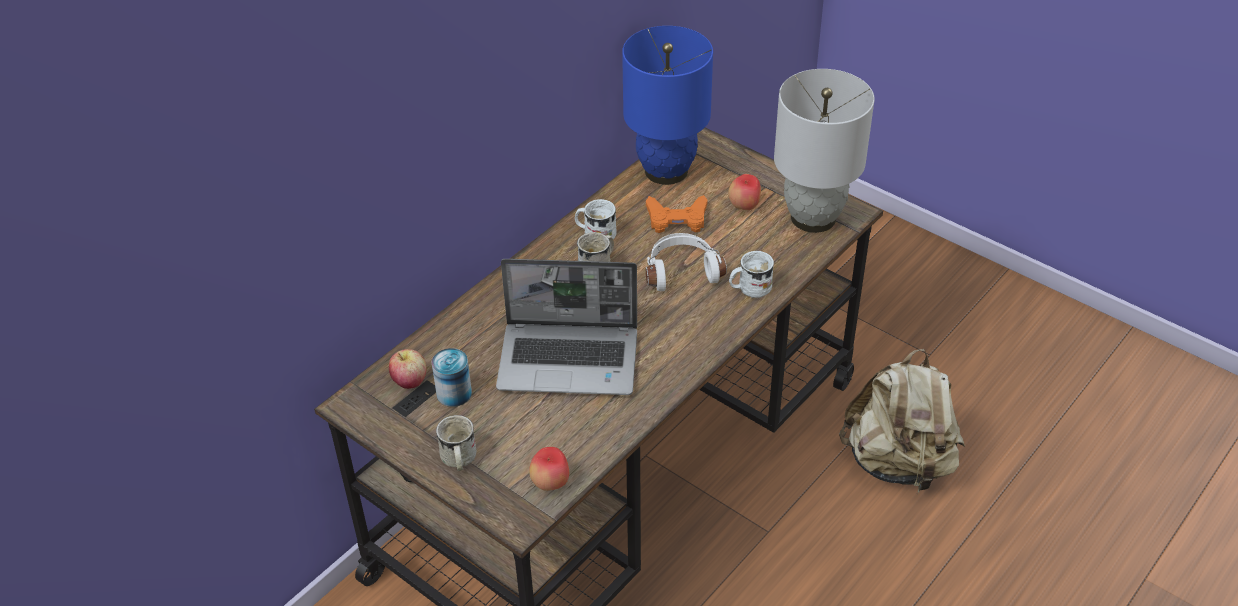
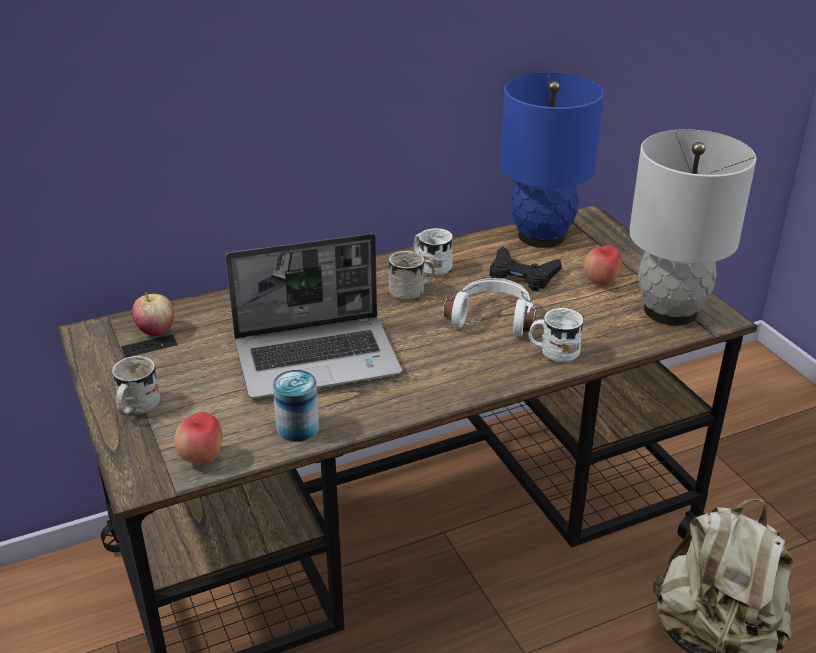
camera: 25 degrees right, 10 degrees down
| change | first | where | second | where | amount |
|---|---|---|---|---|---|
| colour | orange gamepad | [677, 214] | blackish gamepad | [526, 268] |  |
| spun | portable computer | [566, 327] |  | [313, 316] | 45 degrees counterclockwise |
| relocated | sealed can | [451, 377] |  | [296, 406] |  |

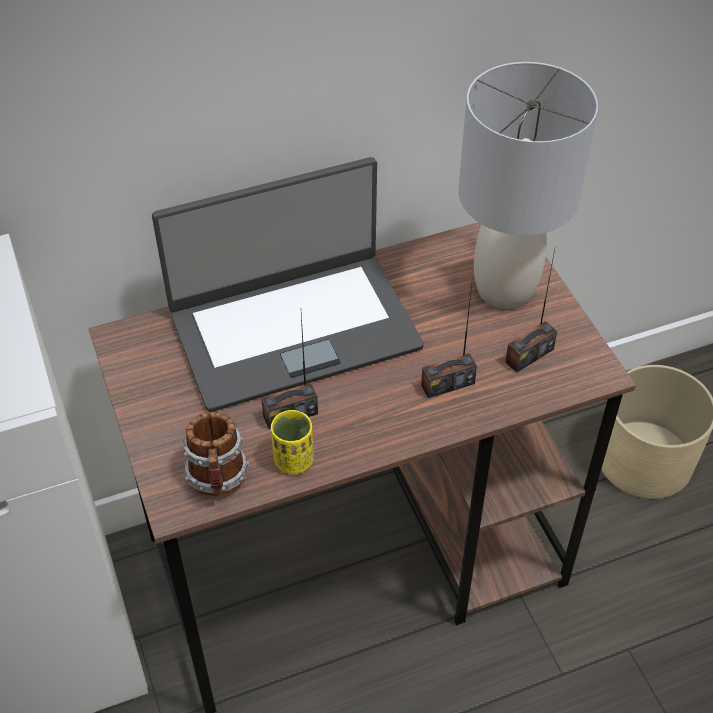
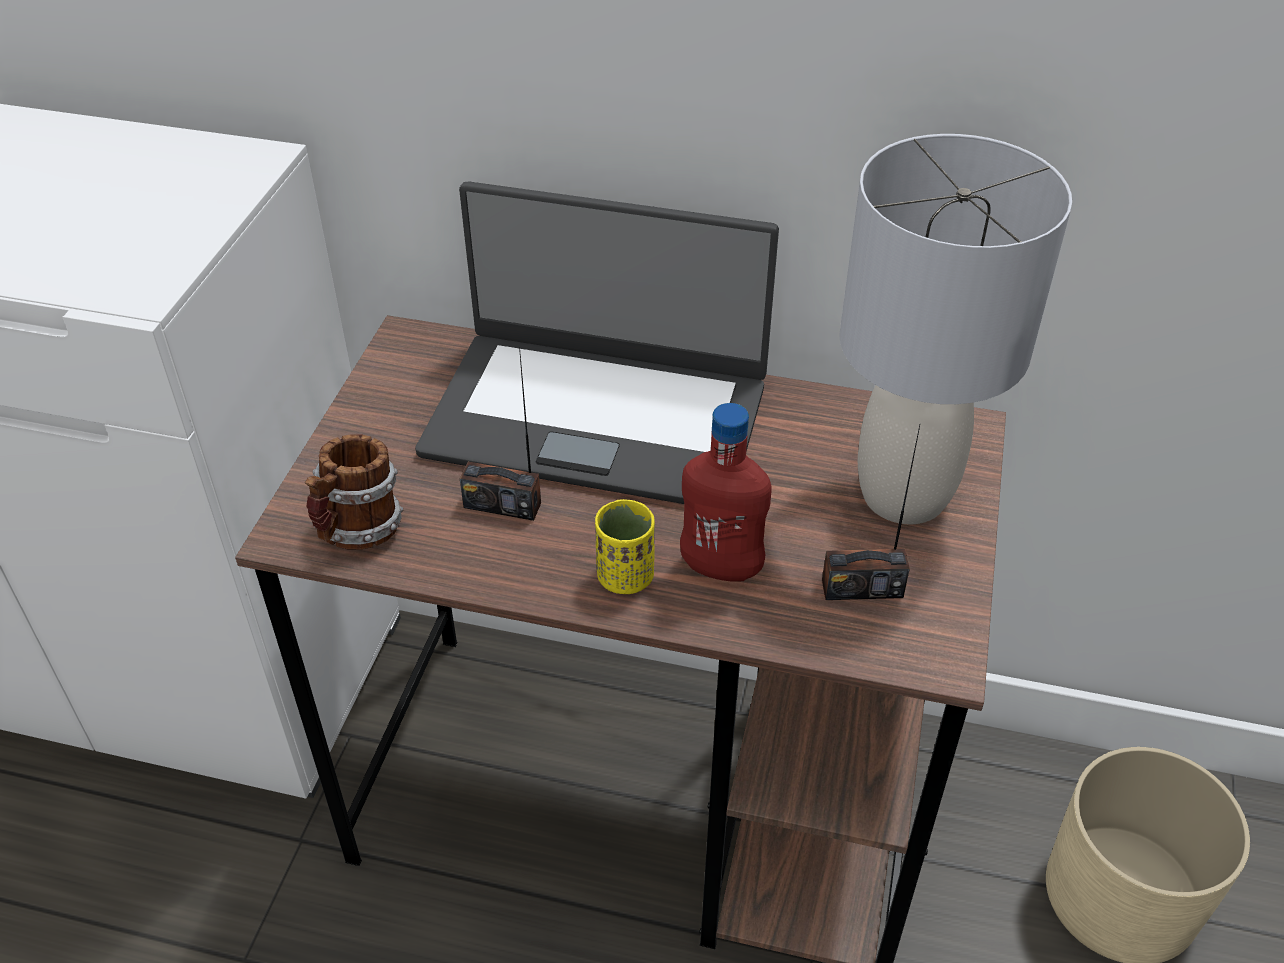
camera: 35 degrees right, 5 degrees down
| change | first | where | second | where | amount |
|---|---|---|---|---|---|
| exchanged | radio set | [449, 338] | reddish bottle | [726, 492] |  |
| relocated | yellow-coloured drinking cup | [292, 442] |  | [625, 546] |  |

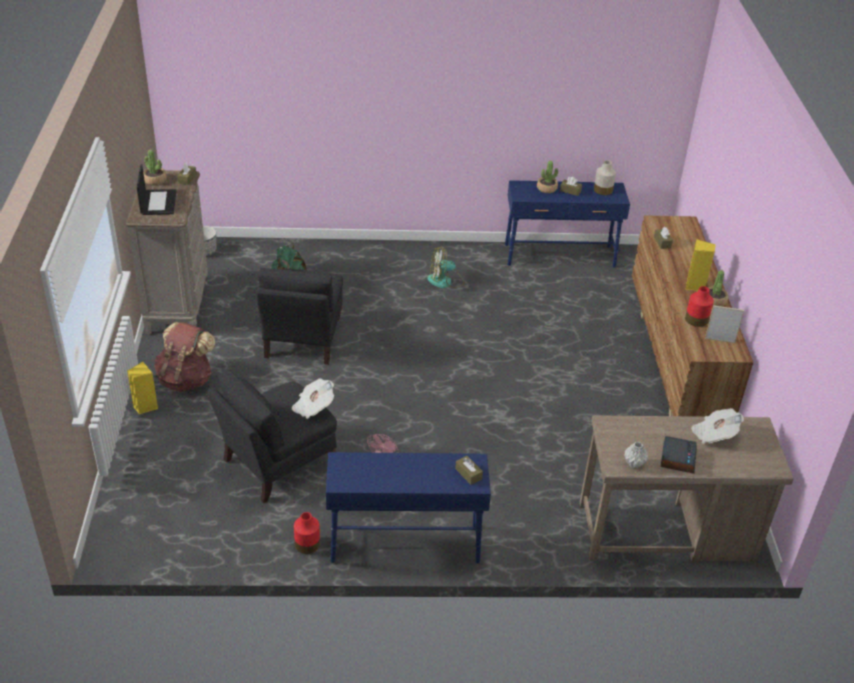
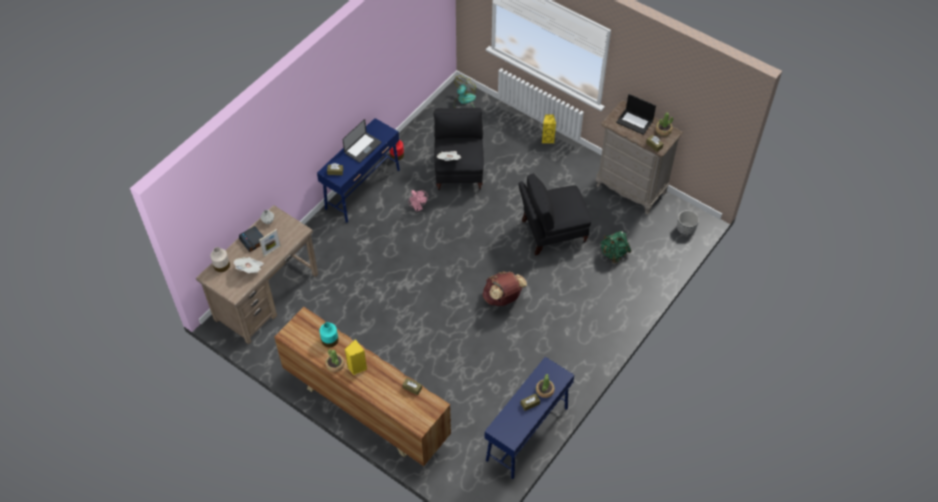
camera: 130 degrees right, 15 degrees up
| change | first | where | second | where | amount |
|---|---|---|---|---|---|
| relocated | beige decorative vase | [605, 177] |  | [220, 259] |  |
| relocated | electric fan | [446, 267] |  | [465, 91] |  |
| spun | blackish easy chair | [299, 316] |  | [555, 214] | 60 degrees counterclockwise |
| colour | reddish decorative vase | [699, 306] | turquoise decorative vase | [329, 334] |  |
| relocated | picture frame | [724, 324] |  | [270, 243] |  |
| relocated | brown-coloured knapsack | [184, 357] |  | [504, 288] |  |
| appeared |  |  | portable computer | [362, 141] |  |

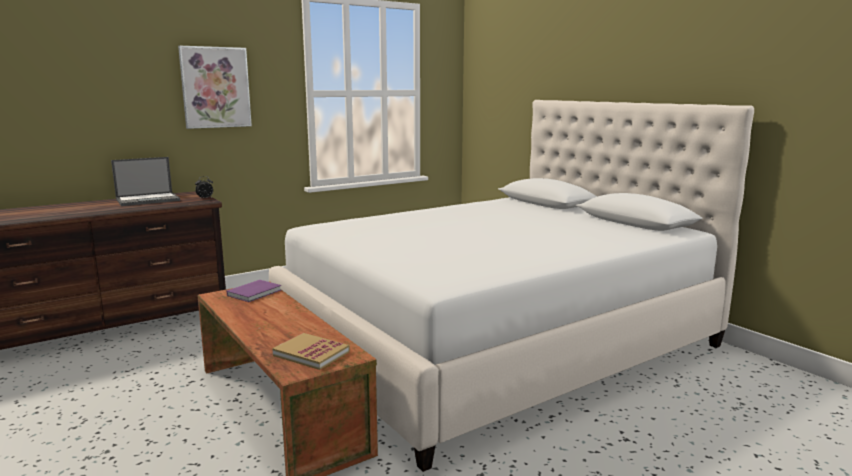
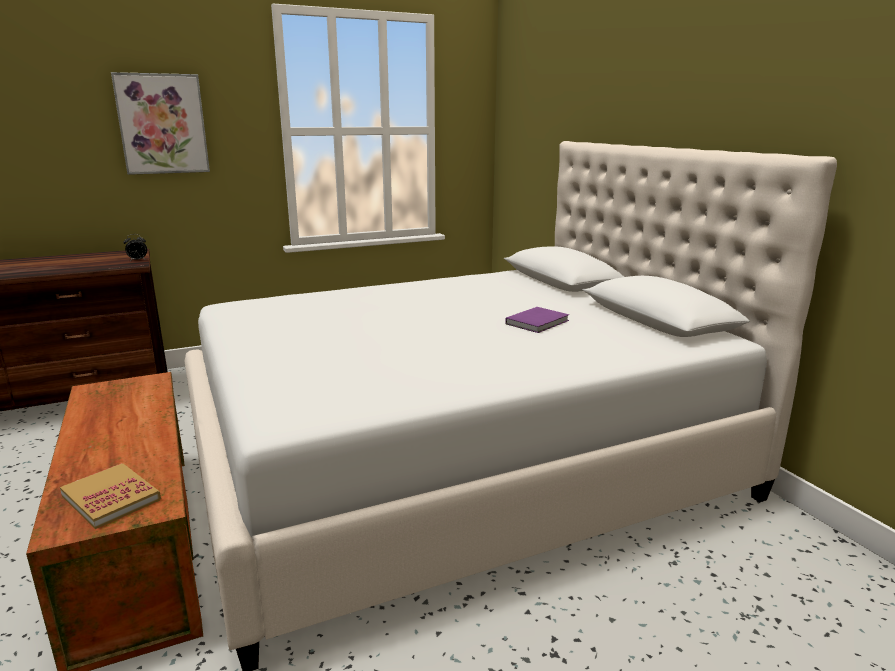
camera: 10 degrees right, 5 degrees up
| change | first | where | second | where | amount |
|---|---|---|---|---|---|
| missing | portable computer | [145, 181] |  |  |  |
| relocated | purple book | [254, 291] |  | [537, 320] |  |

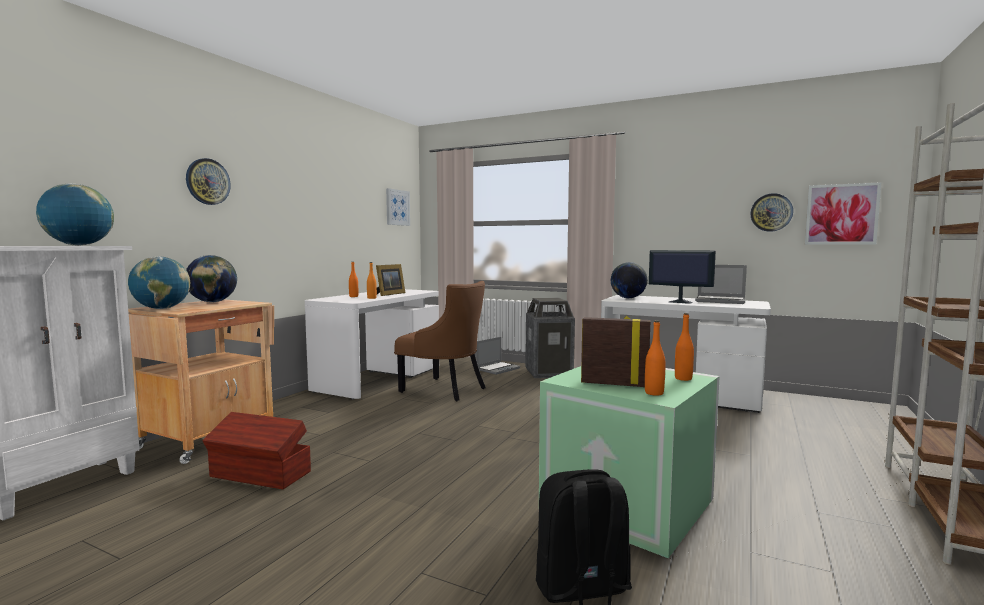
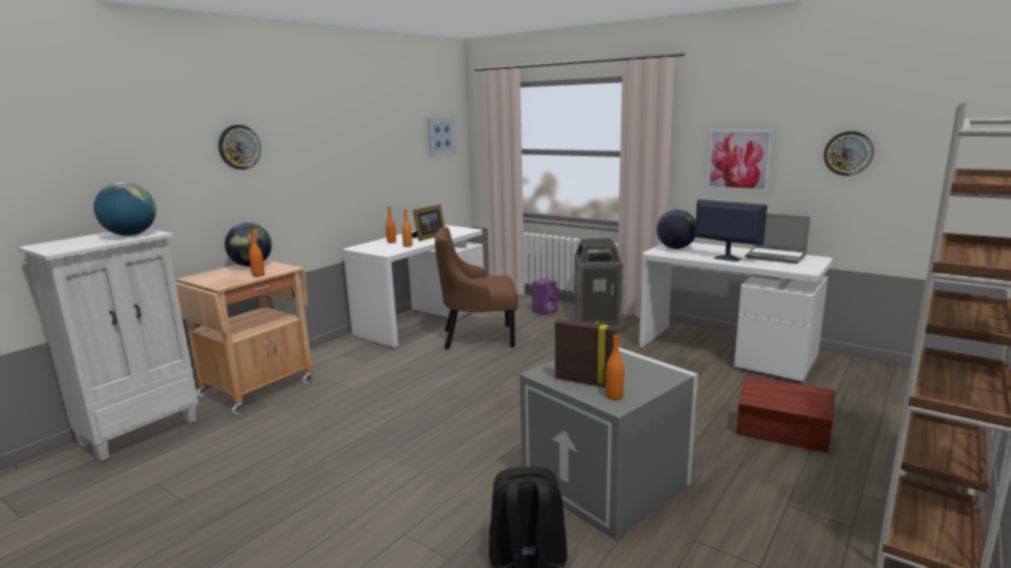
camera: 10 degrees right, 10 degrees up
| change | first | where | second | where | amount |
|---|---|---|---|---|---|
| relocated | wall art | [843, 213] |  | [739, 161] |  |
| missing | world globe | [159, 282] |  |  |  |
| spun | brown-coloured chair | [440, 341] |  | [476, 288] | 135 degrees clockwise |
| relocated | orange bottle | [684, 347] |  | [257, 253] |  |
| exchanged | portable computer | [498, 356] | purple audio speaker | [545, 296] |  |
| colour | green-coloured storage container | [629, 462] | greyish storage container | [609, 444] |  |
| relocated | brown-coloured storage container | [256, 450] |  | [786, 414] |  |

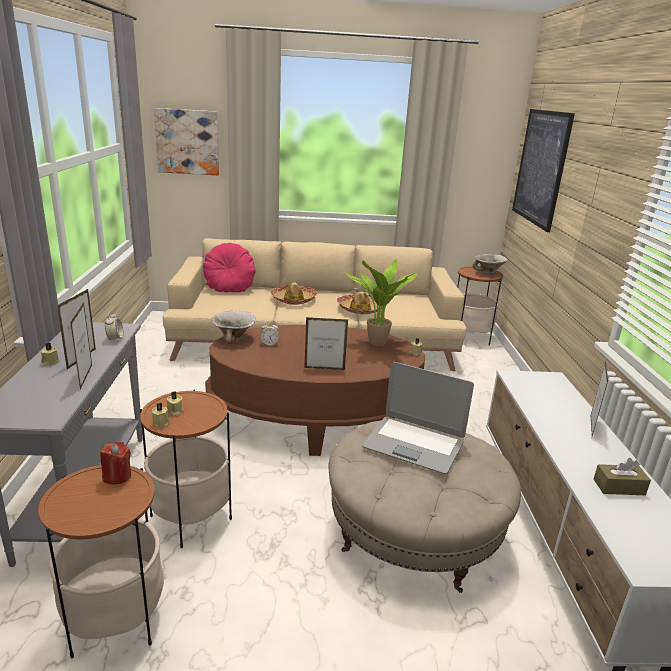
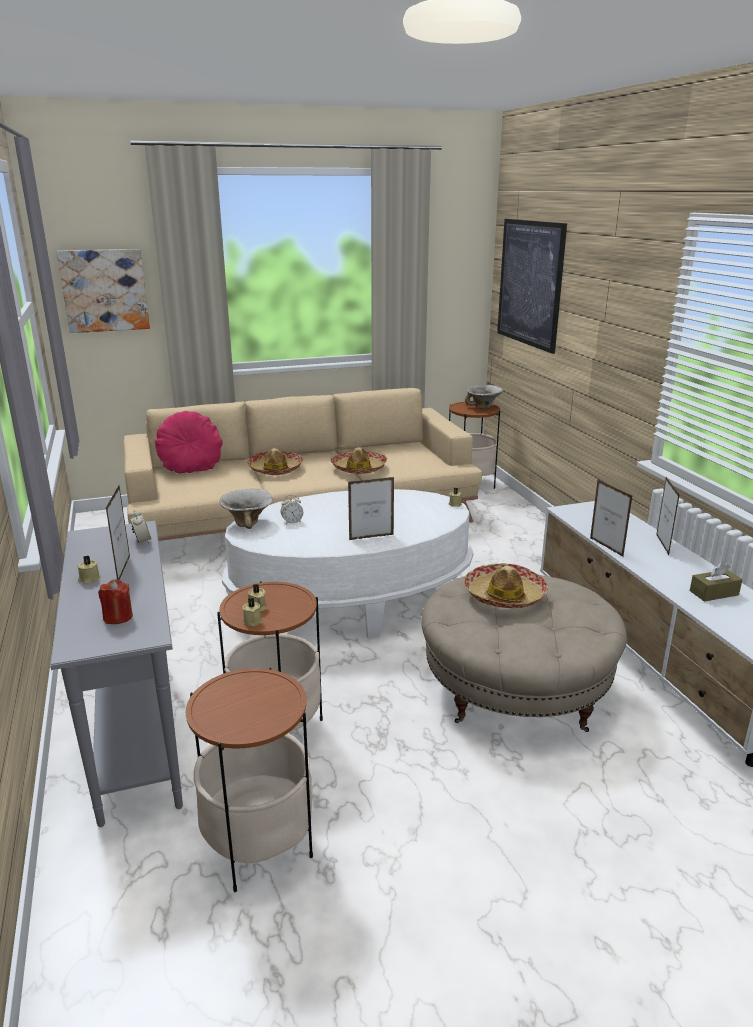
camera: 15 degrees left, 0 degrees up
| change | first | where | second | where | amount |
|---|---|---|---|---|---|
| missing | houseplant | [381, 302] |  |  |  |
| relocated | picture frame | [81, 345] |  | [611, 518] |  |
| colour | brown-coloured low table | [315, 390] | white-coloured low table | [348, 564] |  |
| exchanged | portable computer | [418, 418] | clothing hat | [506, 585] |  |
| relocated | reddish wax candle | [115, 463] |  | [115, 601] |  |

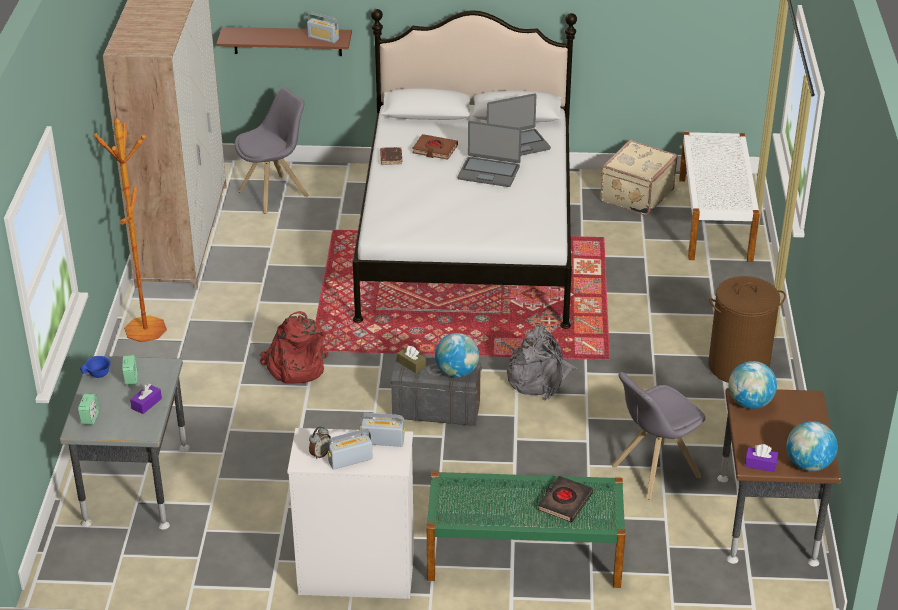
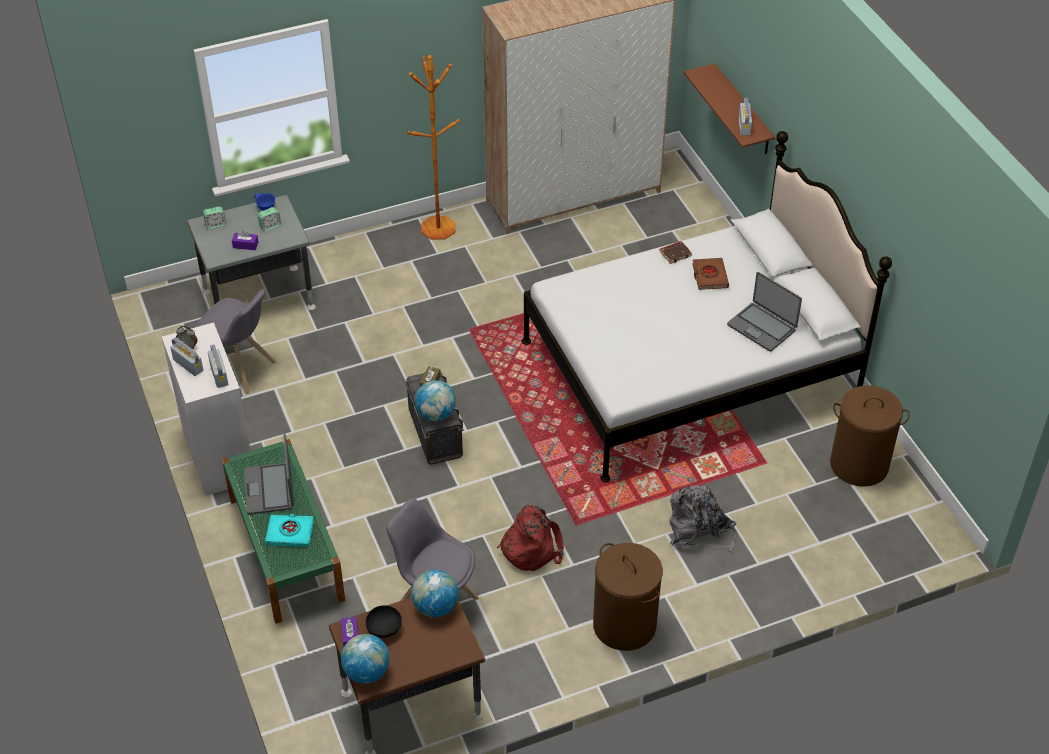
camera: 65 degrees right, 10 degrees up
| change | first | where | second | where | amount |
|---|---|---|---|---|---|
| relocated | greyish chair | [271, 151] |  | [235, 341] |  |
| relocated | portable computer | [489, 154] |  | [269, 474] |  |
| missing | white-coloured long seat | [719, 197] |  |  |  |
| exchanged | beige suitcase | [639, 178] | brown-coloured laundry basket | [870, 435] |  |
| relocated | reddish knapsack | [293, 347] |  | [530, 537] |  |
| relocated | greyish knapsack | [542, 363] |  | [703, 518] |  |
| colour | blackish book | [565, 499] | turquoise book | [289, 530] |  |
| appeared |  |  | blackish bowl | [384, 621] |  |

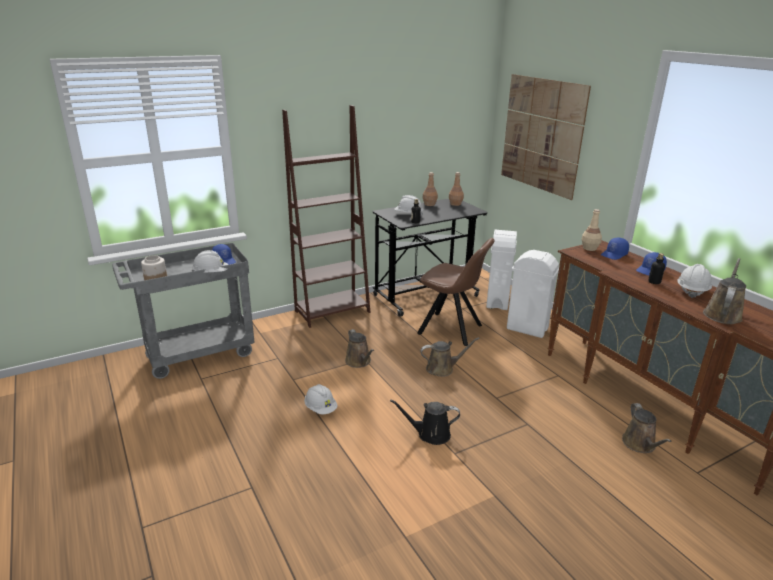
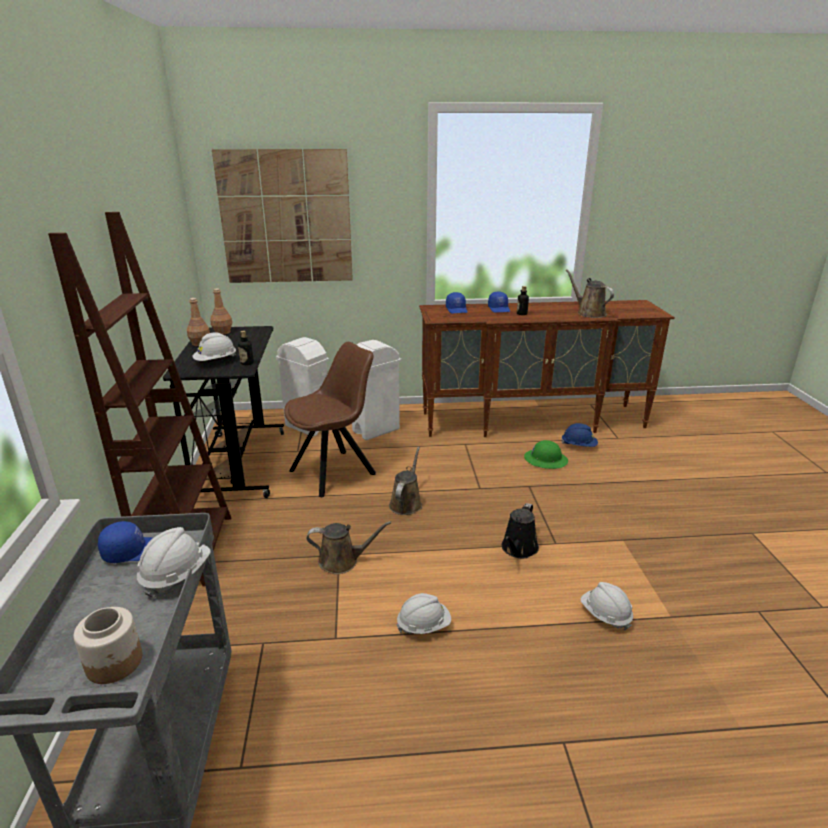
camera: 65 degrees left, 0 degrees up
| change | first | where | second | where | amount |
|---|---|---|---|---|---|
| missing | beige bottle | [591, 230] |  |  |  |
| relocated | white-coloured work helmet | [694, 281] |  | [607, 606] |  |
| exchanged | brown-coloured watering pot | [647, 428] | bluish work helmet | [579, 435] |  |
| appeared |  |  | green-coloured work helmet | [546, 454] |  |

